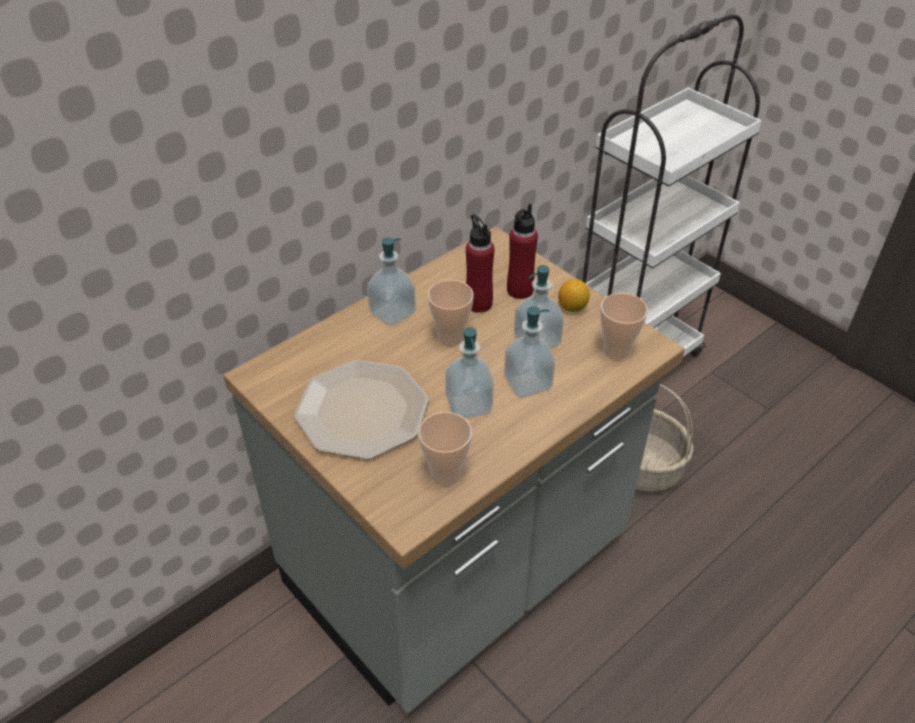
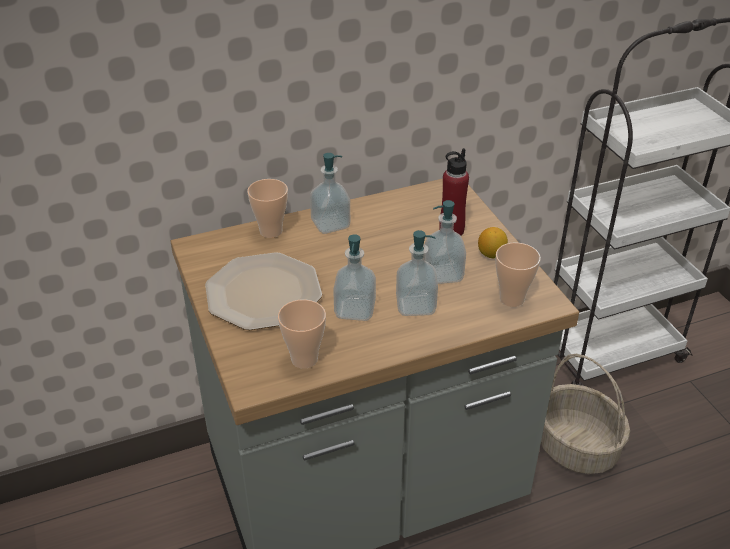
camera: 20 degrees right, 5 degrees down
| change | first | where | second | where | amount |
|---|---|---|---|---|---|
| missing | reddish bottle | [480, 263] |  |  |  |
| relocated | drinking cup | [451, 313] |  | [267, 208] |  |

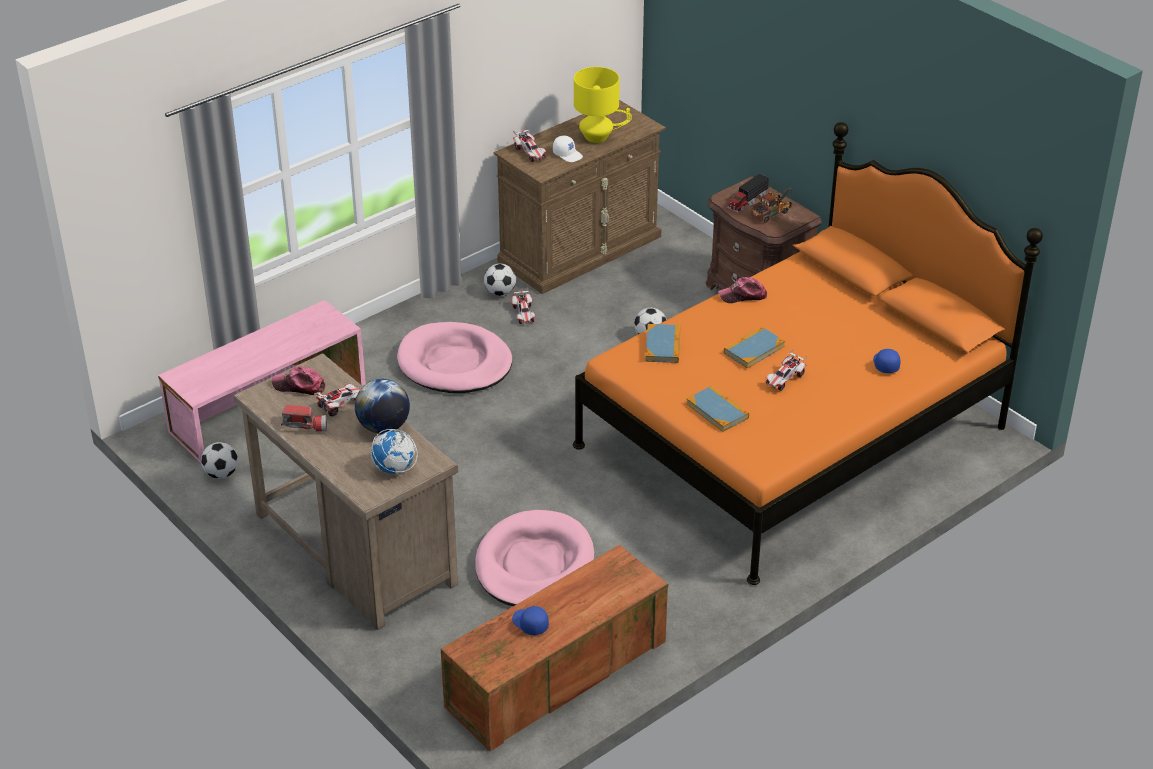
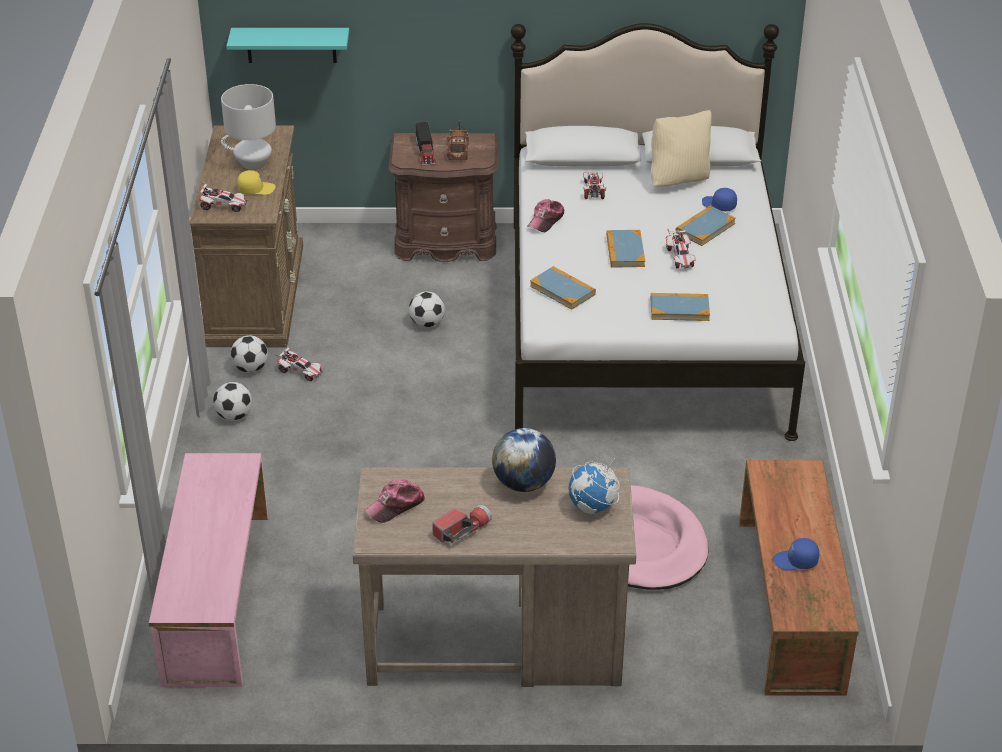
camera: 50 degrees left, 0 degrees up
| change | first | where | second | where | amount |
|---|---|---|---|---|---|
| colour | yellow-coloured lamp for a table | [603, 105] | greyish lamp for a table | [248, 127] |  |
| colour | orange sleeping bed | [808, 353] | white-coloured sleeping bed | [658, 232] |  |
| colour | white-coloured peaked cap | [568, 149] | yellow-coloured peaked cap | [256, 182] |  |
| missing | pink-coloured dog bed | [454, 357] |  |  |  |
| relocated | miniature car | [337, 400] |  | [594, 186] |  |
| relocated | football | [219, 460] |  | [232, 401] |  |
| appeared |  |  | turquoise bracket shelf | [287, 45] |  |
| appeared |  |  | beige pillow | [681, 148] |  |
| appeared |  |  | book | [706, 226] |  |

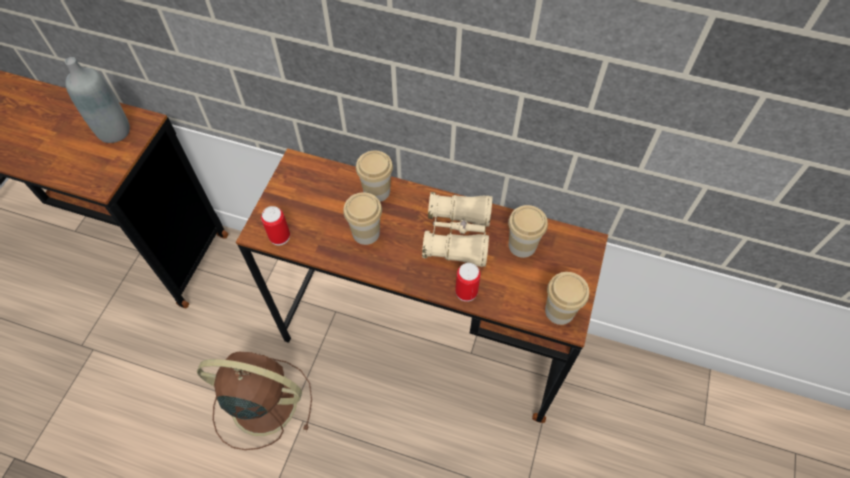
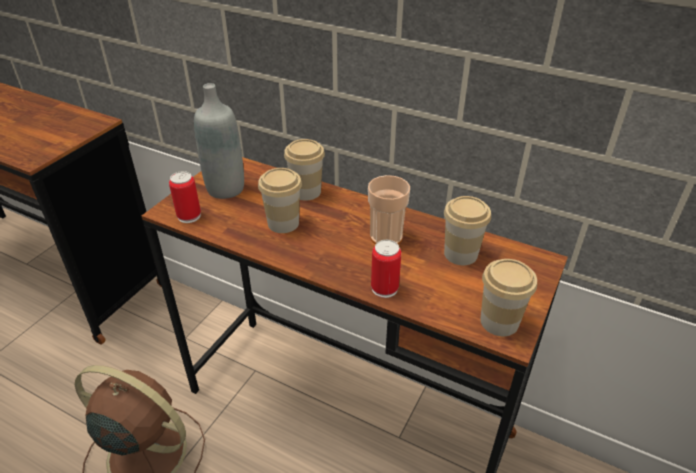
camera: 10 degrees right, 20 degrees down
| change | first | where | second | where | amount |
|---|---|---|---|---|---|
| relocated | greyish bottle | [97, 100] |  | [219, 141] |  |
| exchanged | beige pair of binoculars | [457, 229] | drinking cup | [389, 210] |  |

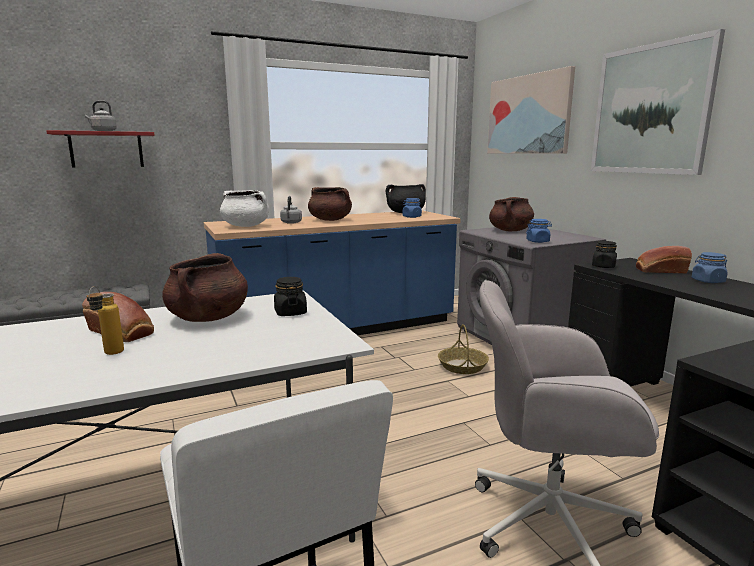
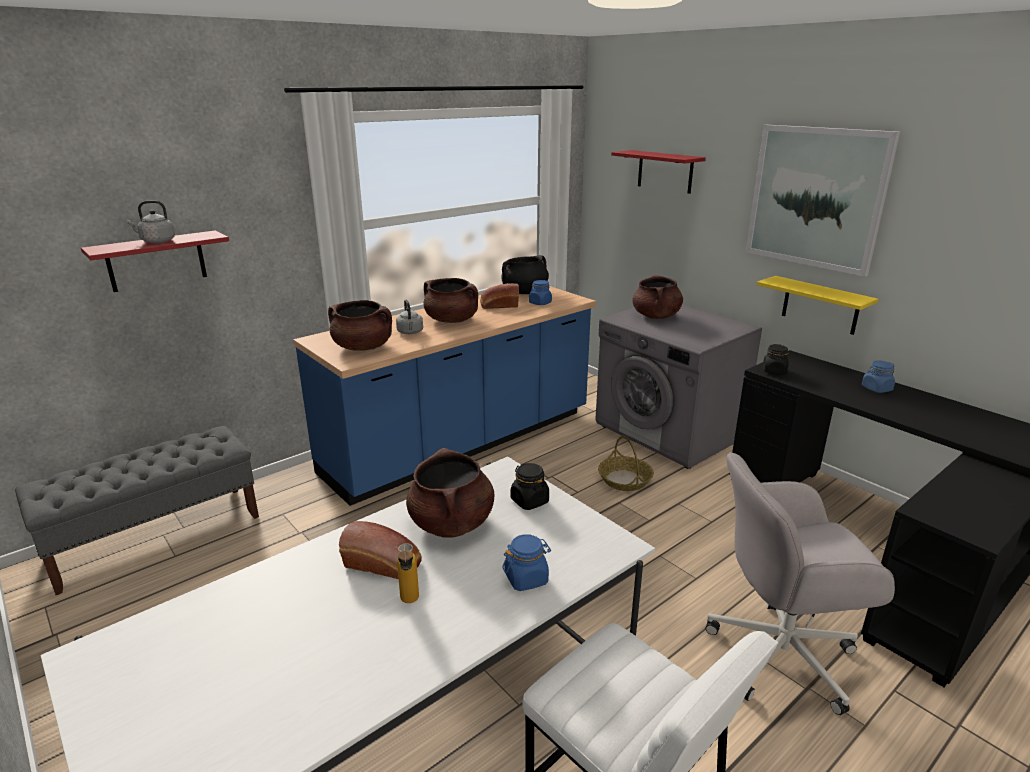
camera: 15 degrees left, 10 degrees up
| change | first | where | second | where | amount |
|---|---|---|---|---|---|
| exchanged | wall art | [531, 110] | reddish bracket shelf | [658, 172] |  |
| colour | white-coloured cooking pot | [244, 208] | brown-coloured cooking pot | [360, 325] |  |
| relocated | bluish preserve jar | [539, 231] |  | [526, 562] |  |
| relocated | baked bread | [664, 259] |  | [499, 296] |  |
| appeared |  |  | yellow-coloured bracket shelf | [818, 305] |  |

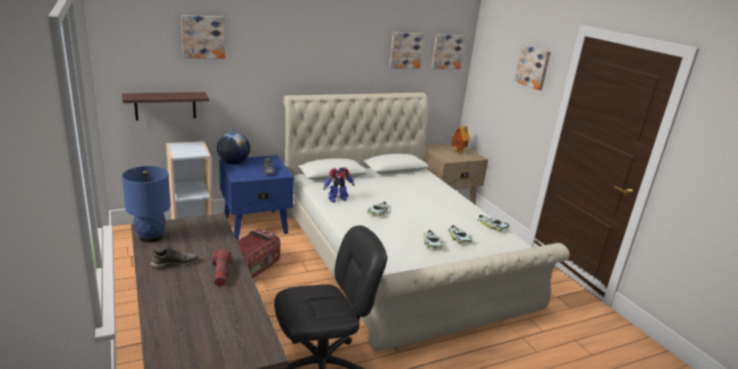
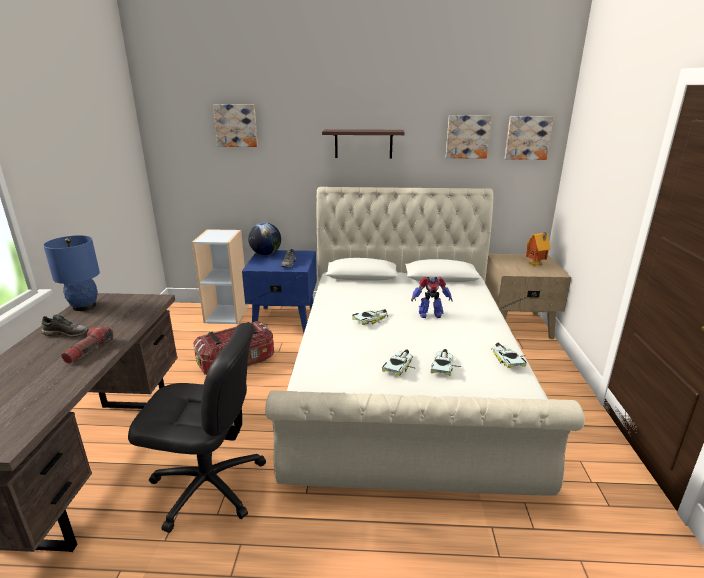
camera: 30 degrees right, 0 degrees up
| change | first | where | second | where | amount |
|---|---|---|---|---|---|
| missing | wall art | [533, 67] |  |  |  |
| relocated | bracket shelf | [165, 106] |  | [363, 143] |  |
| relocated | robot figure | [339, 185] |  | [432, 297] |  |

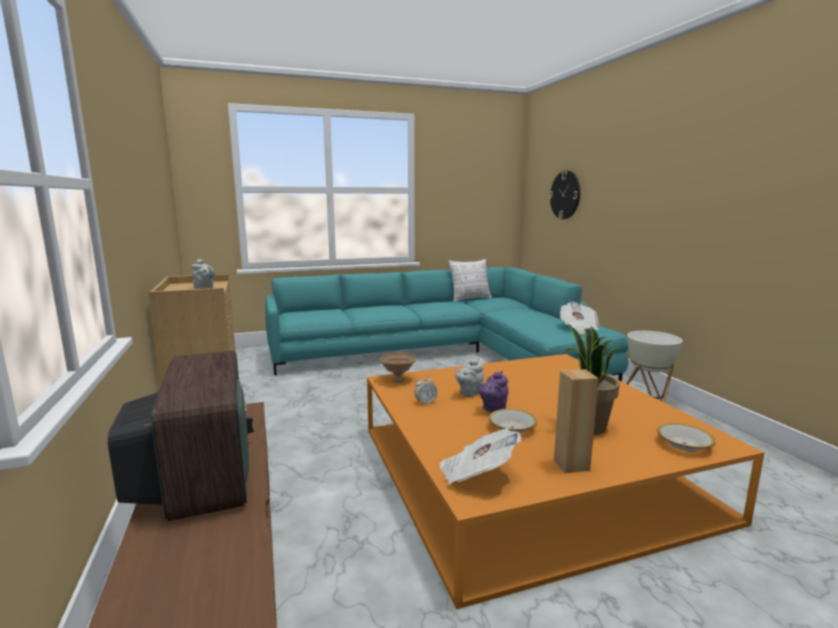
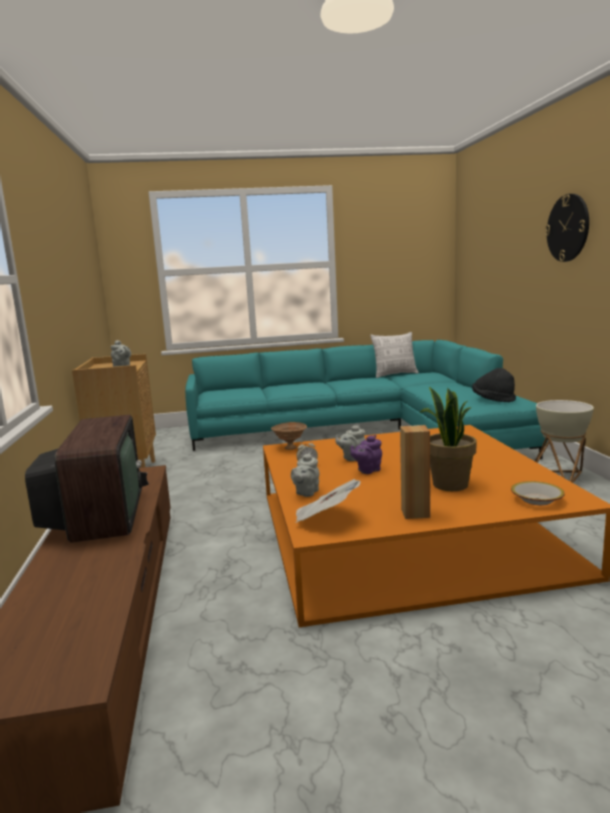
camera: 10 degrees right, 0 degrees up
| change | first | where | second | where | amount |
|---|---|---|---|---|---|
| relocated | wall clock | [564, 195] |  | [567, 228] |  |
| exchanged | daily paper | [579, 318] | blackish clothing hat | [494, 385] |  |
| missing | bowl | [512, 421] |  |  |  |
| appeared |  |  | greyish tea pot | [305, 475] |  |

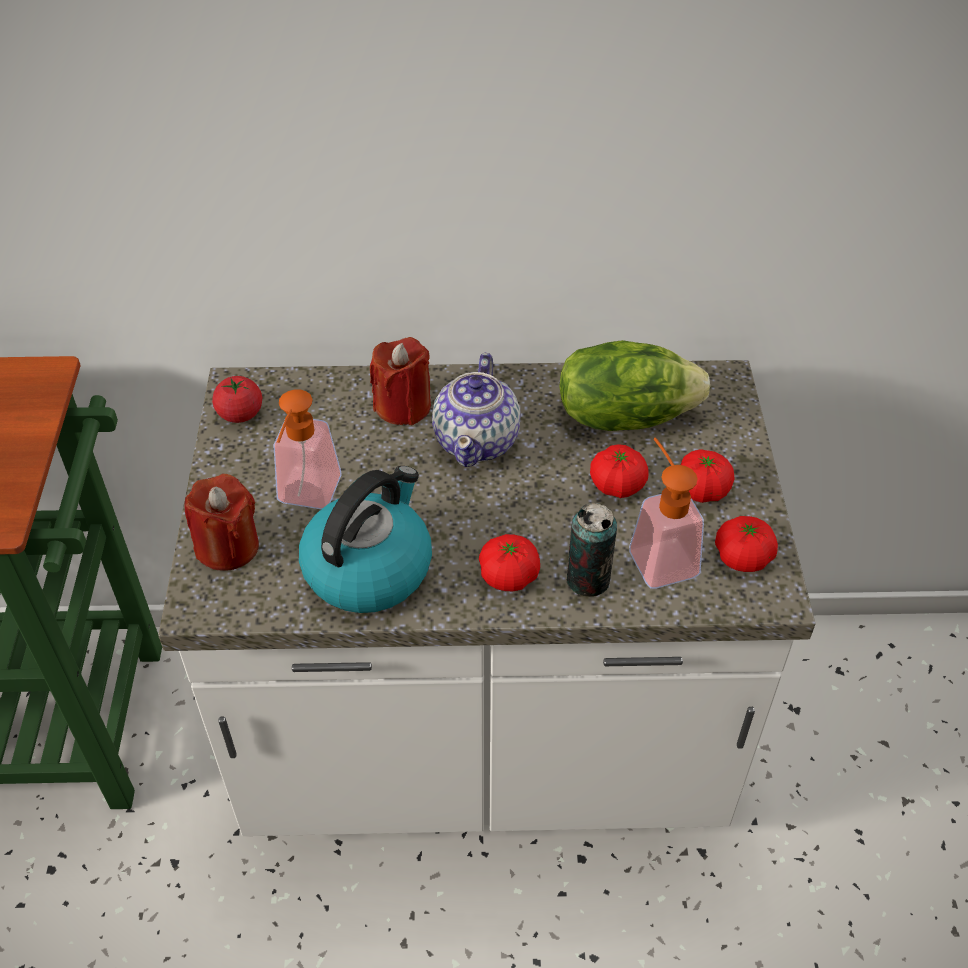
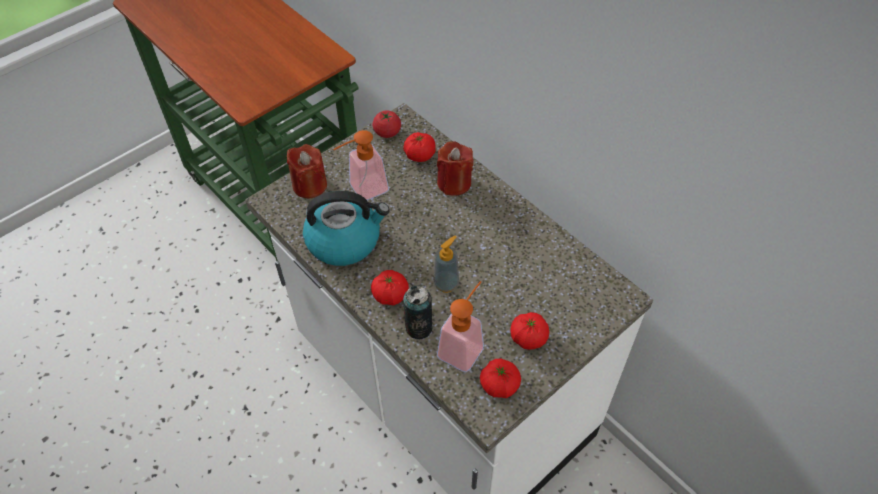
camera: 50 degrees right, 5 degrees up
| change | first | where | second | where | amount |
|---|---|---|---|---|---|
| missing | lettuce head | [634, 385] |  |  |  |
| missing | tea pot | [476, 410] |  |  |  |
| relocated | fresh tomato | [619, 471] |  | [419, 147] |  |
| appeared |  |  | liquid soap bottle | [446, 264] |  |

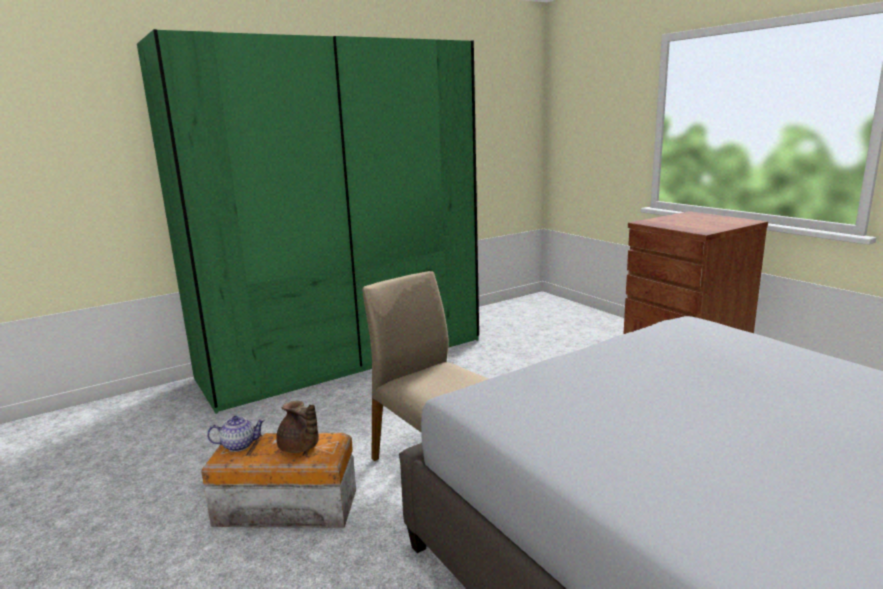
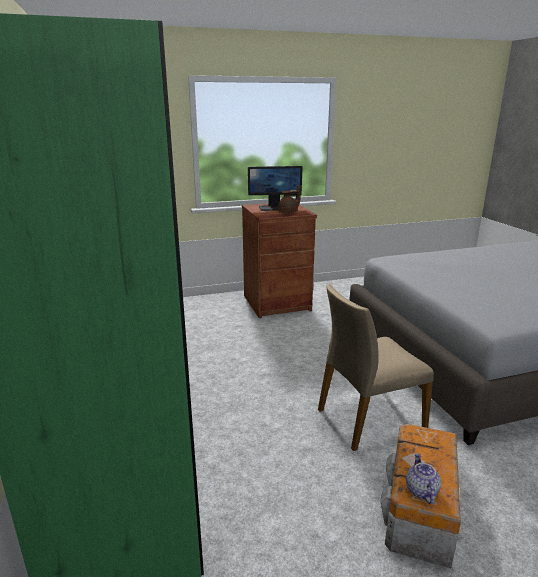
camera: 75 degrees left, 5 degrees up
| change | first | where | second | where | amount |
|---|---|---|---|---|---|
| relocated | brown-coloured tea pot | [297, 427] |  | [289, 199] |  |
| appeared |  |  | computer display | [275, 188] |  |

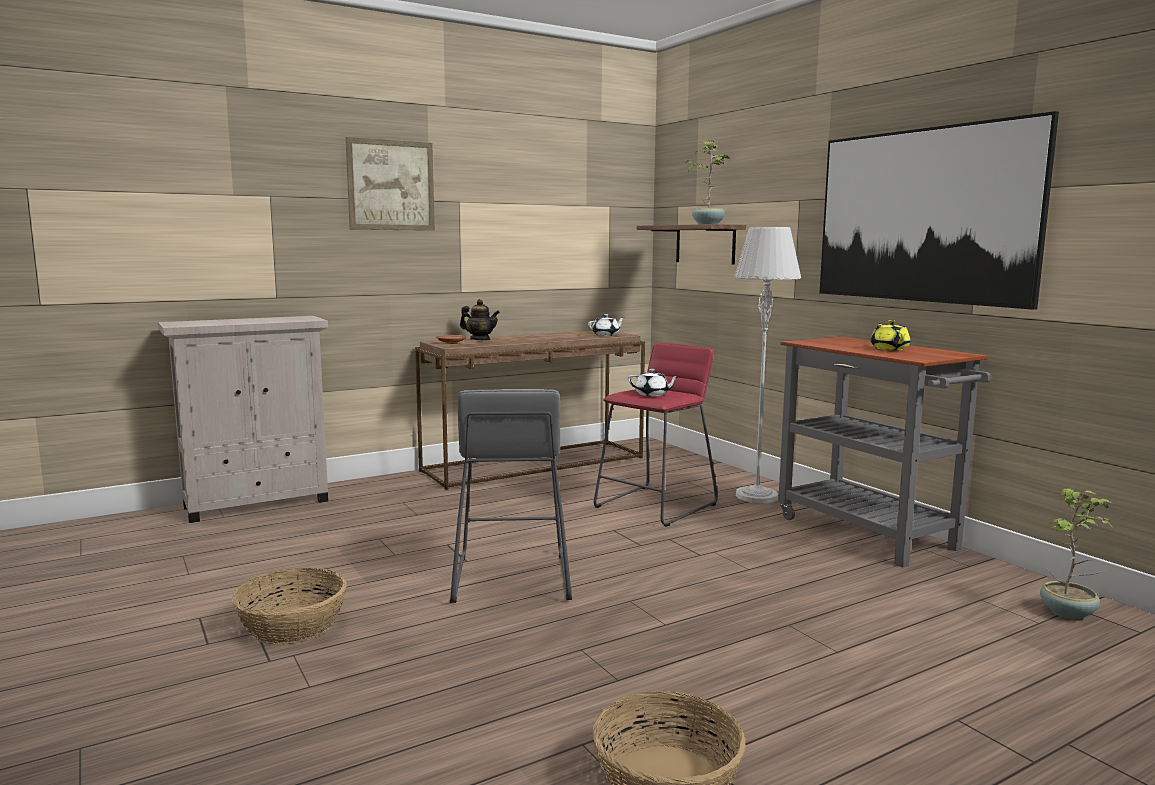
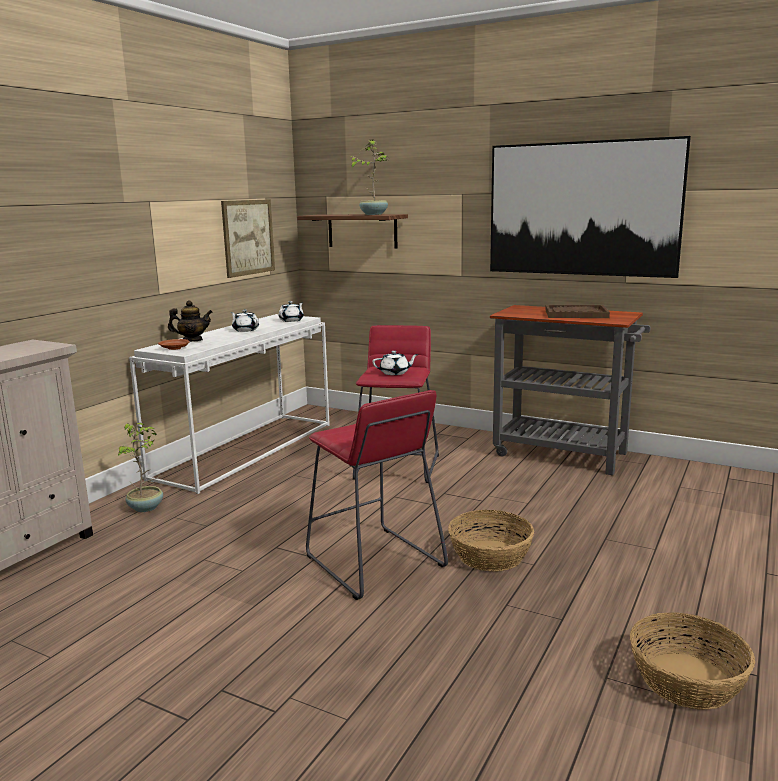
camera: 30 degrees left, 5 degrees up
| change | first | where | second | where | amount |
|---|---|---|---|---|---|
| relocated | wall art | [390, 184] |  | [248, 238] |  |
| missing | greyish standard lamp | [767, 365] |  |  |  |
| exchanged | yellow-coloured tea pot | [890, 335] | brown-coloured tray | [577, 311] |  |
| colour | brown-coloured narrow table | [530, 410] | white-coloured narrow table | [229, 404] |  |
| colour | greyish stool | [511, 496] | reddish stool | [377, 495] |  |
| relocated | houseplant | [1077, 553] |  | [140, 467] |  |
| relocated | household basket | [289, 606] |  | [491, 541] |  |
| appeared |  |  | white-coloured tea pot | [245, 321] |  |

